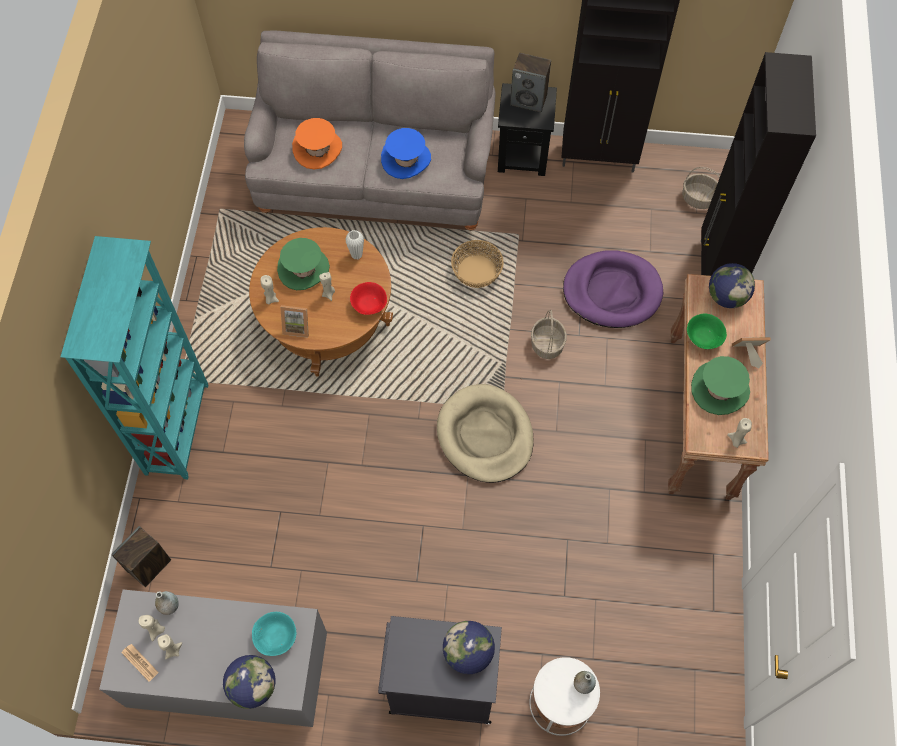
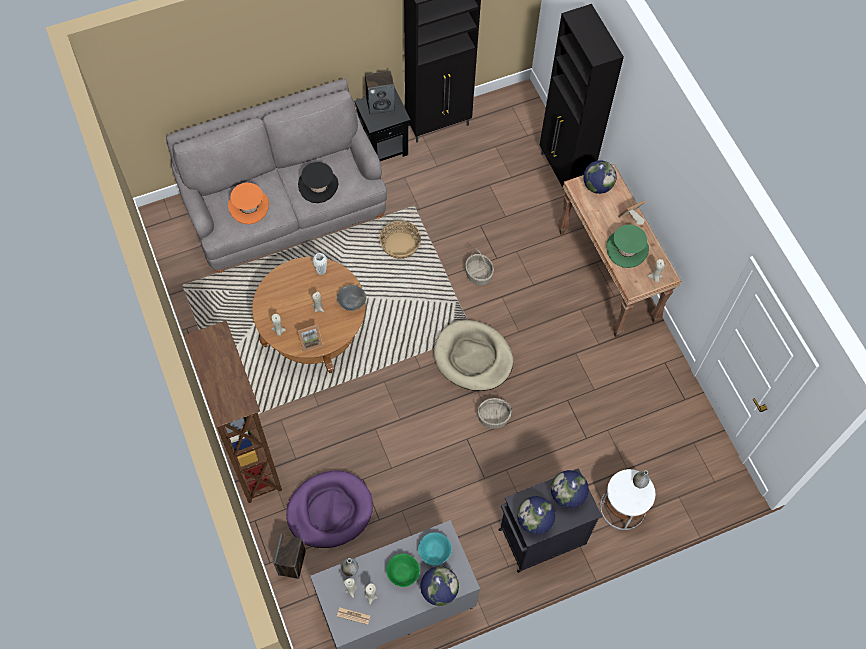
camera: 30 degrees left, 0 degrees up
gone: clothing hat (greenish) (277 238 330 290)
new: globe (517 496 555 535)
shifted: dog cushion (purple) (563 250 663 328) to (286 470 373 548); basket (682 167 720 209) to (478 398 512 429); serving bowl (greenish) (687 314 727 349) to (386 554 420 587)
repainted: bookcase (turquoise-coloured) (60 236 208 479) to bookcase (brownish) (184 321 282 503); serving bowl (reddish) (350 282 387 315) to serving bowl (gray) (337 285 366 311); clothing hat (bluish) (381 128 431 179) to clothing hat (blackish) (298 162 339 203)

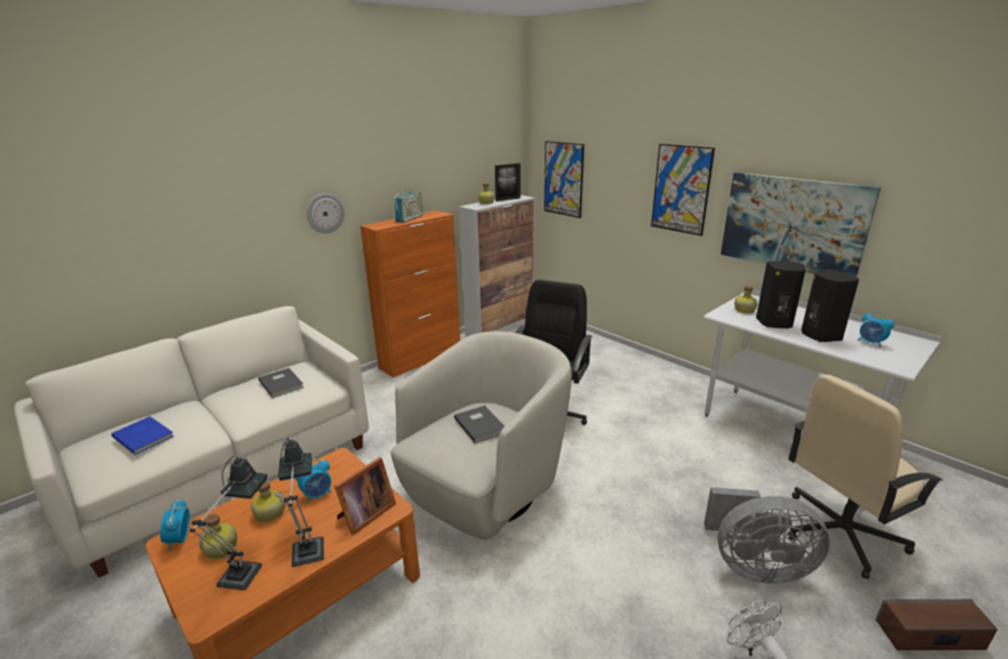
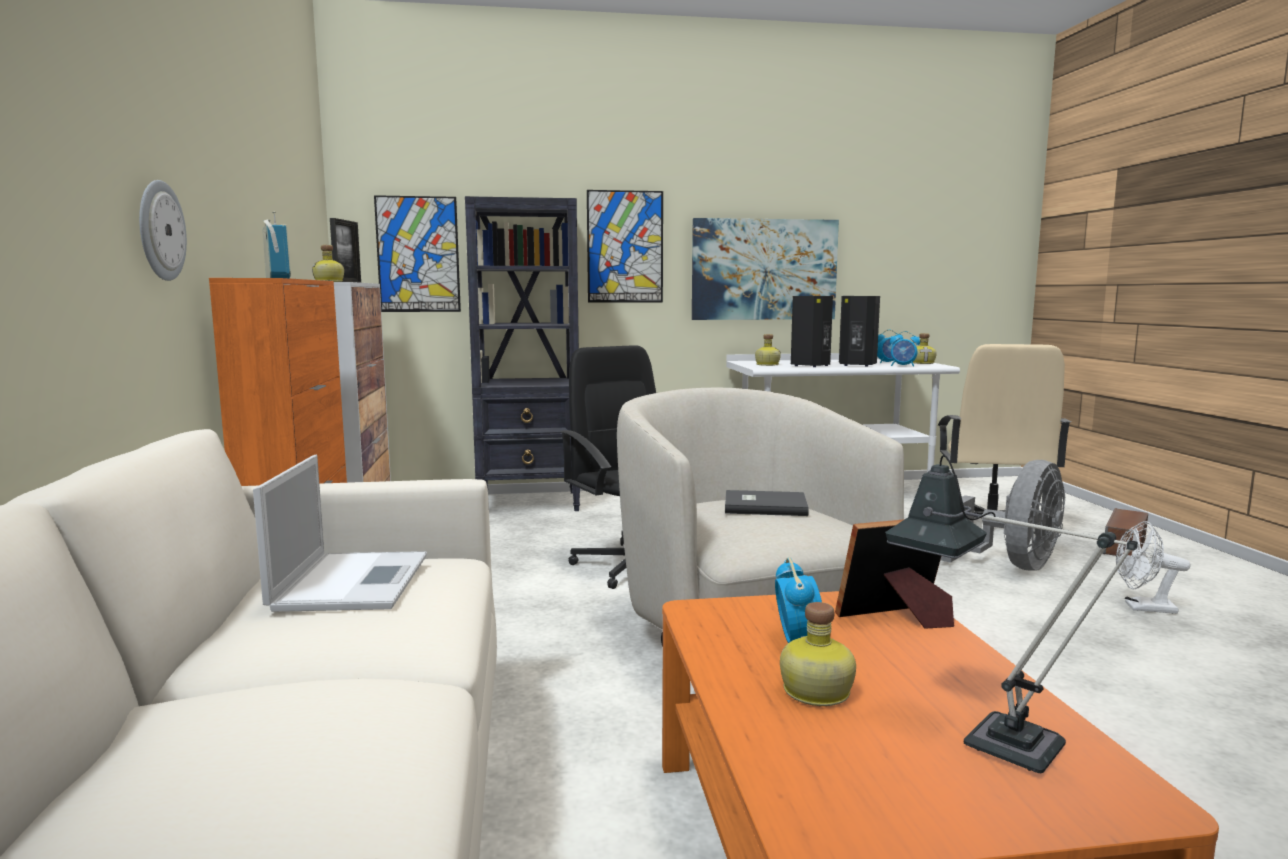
camera: 55 degrees left, 15 degrees down
gone: bound book (bluish) (111 416 174 455); table lamp (278 439 324 567)
new: bookcase (blackish) (465 196 580 511)
shifted: bedside clock (160 498 190 551) to (890 331 920 367); beverage bottle (199 514 237 559) to (913 333 937 364)
swapped: bound book (gray) (258 368 304 398) to portable computer (253 455 427 612)
rotated: standing frame (334 457 396 535) = (835 519 954 629) 90 degrees counterclockwise

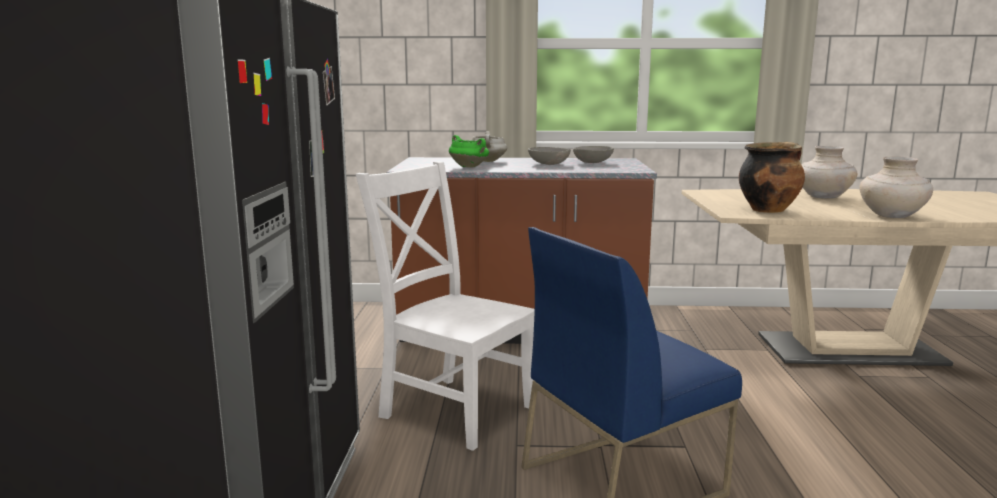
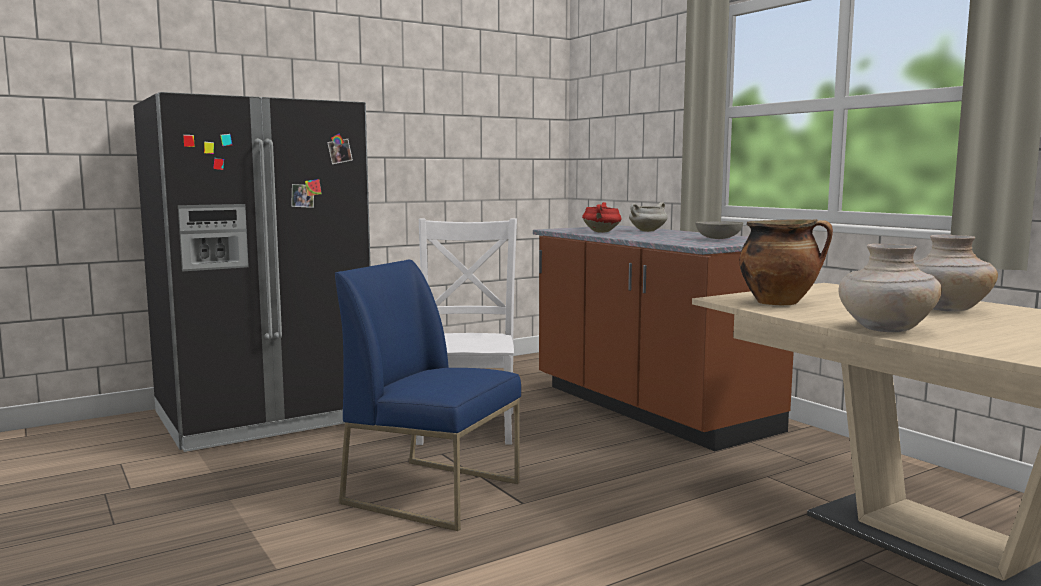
camera: 55 degrees right, 5 degrees down
gone: serving bowl (gray) (528 147 571 165)
repainted: saucepot (greenish) (449 135 489 168) to saucepot (reddish) (582 202 621 233)

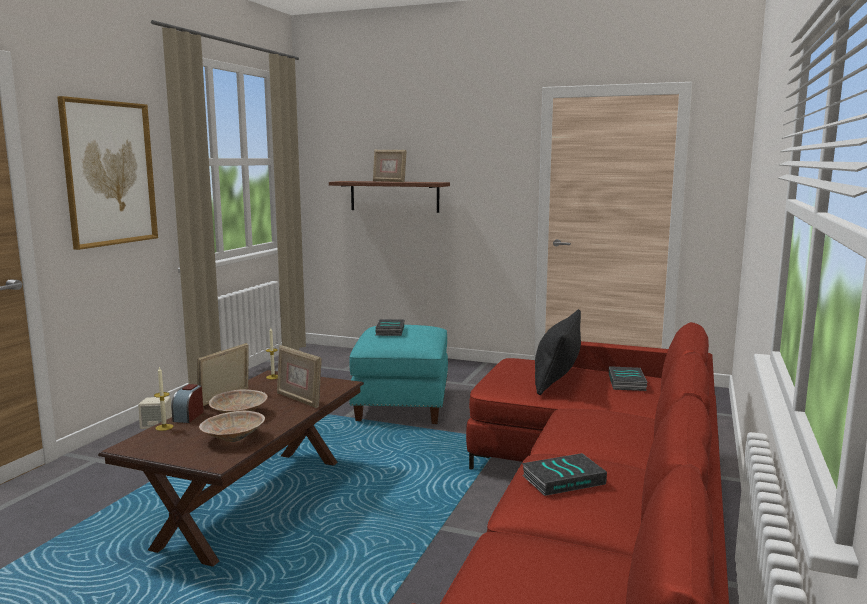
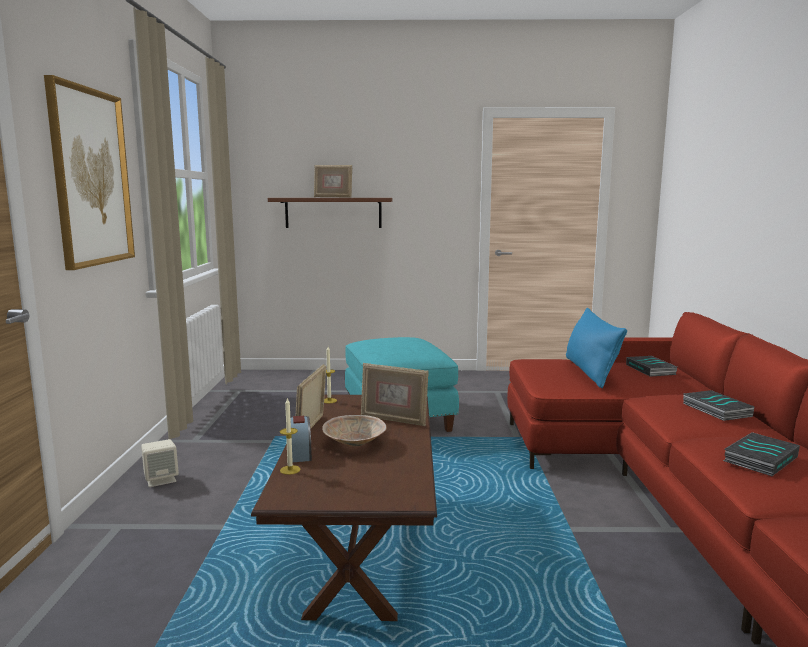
camera: 20 degrees left, 0 degrees up
gone: serving bowl (sand-coloured) (199 411 265 442)
shifted: bound book (375 319 404 336) to (683 390 754 421)
repainted: throw pillow (blackish) (535 309 581 395) to throw pillow (bluish) (566 308 627 388)

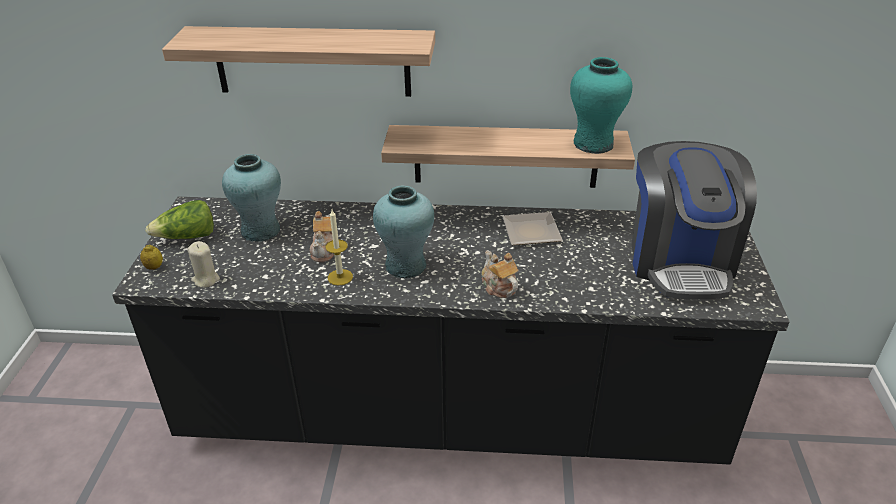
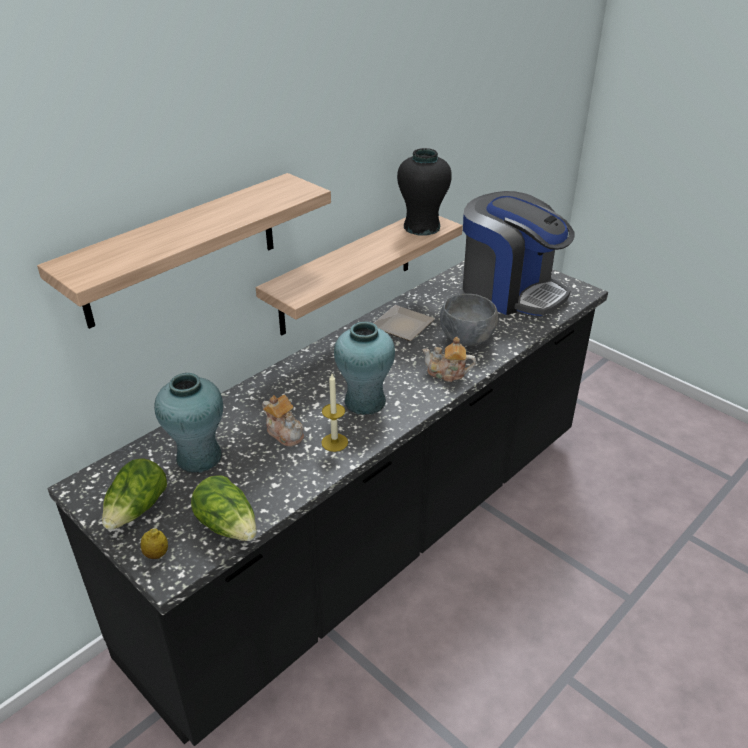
camera: 50 degrees left, 0 degrees up
new: serving bowl (gray) (440 294 498 346)
swapped: candle (sand-coloured) (187 241 220 288) to head of lettuce (191 475 257 541)
repainted: vase (turquoise-coloured) (570 57 632 154) to vase (blackish) (397 148 452 236)

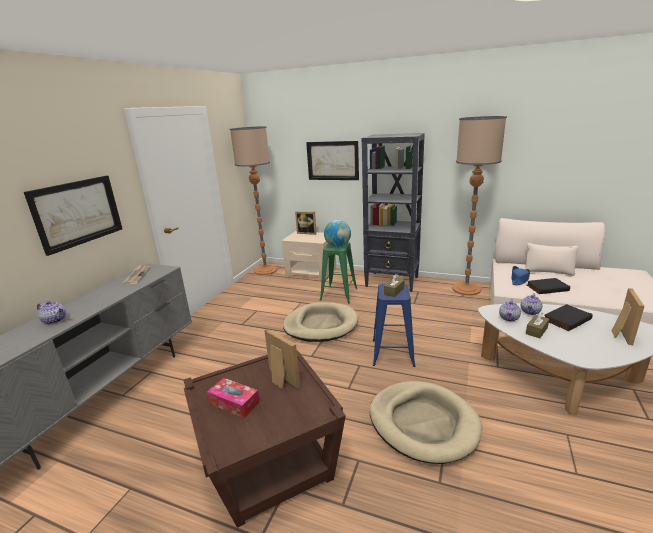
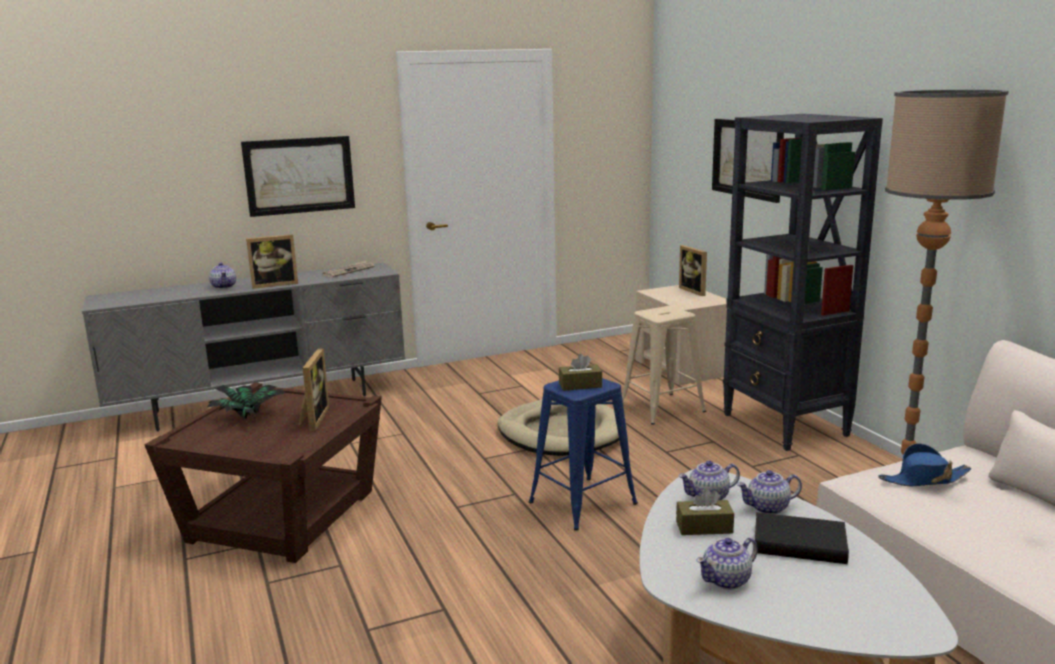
camera: 45 degrees right, 5 degrees down
gone: standard lamp (230 126 277 275); globe (324 220 351 247); dog cushion (sand-coloured) (369 381 482 464); bound book (blackish) (527 278 570 294)
new: pot for tea (696 538 758 590)
shifted: standing frame (612 288 644 345) to (246 234 298 289)
swapped: tissue holder (207 378 260 418) to houseplant (207 385 286 420)
repainted: stool (greenish) (320 242 357 303) to stool (sand-coloured) (622 306 706 425)

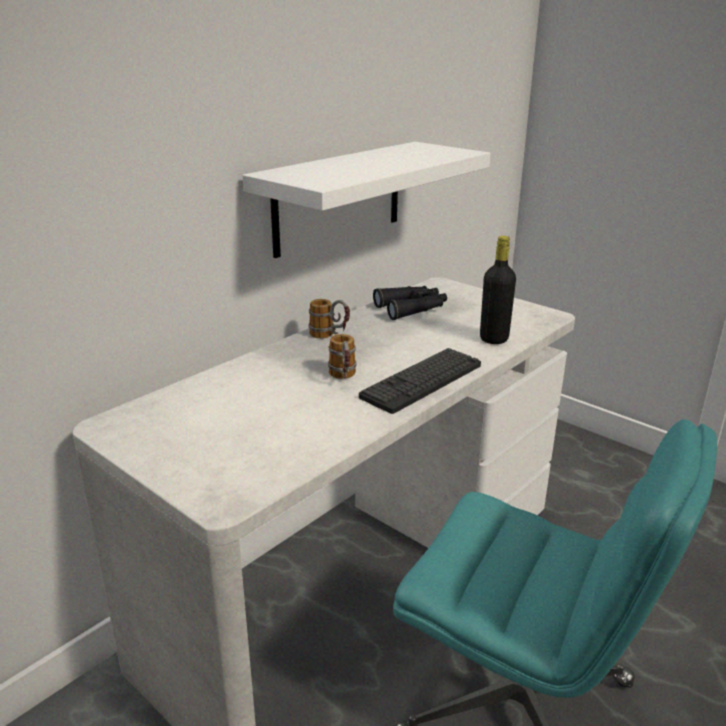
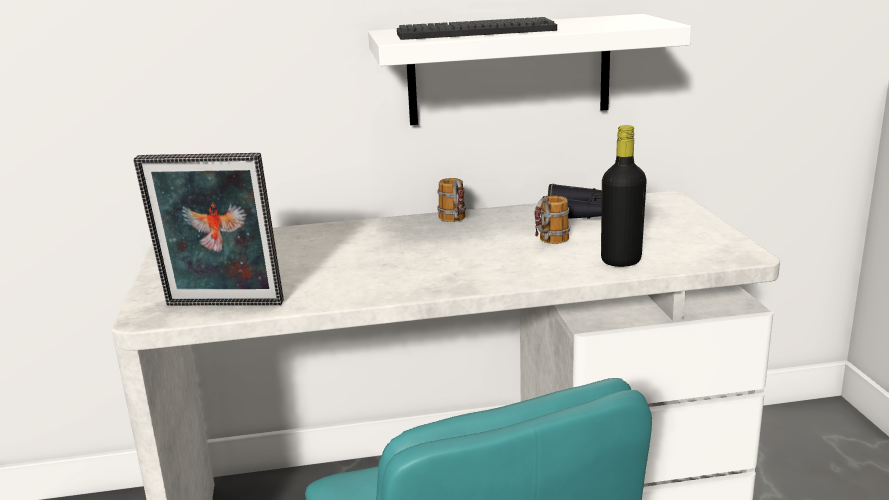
camera: 40 degrees right, 5 degrees down
new: standing frame (133 153 284 306)
shifted: mug (328 334 357 379) to (534 196 570 244); PC keyboard (359 348 481 414) to (397 17 557 40)

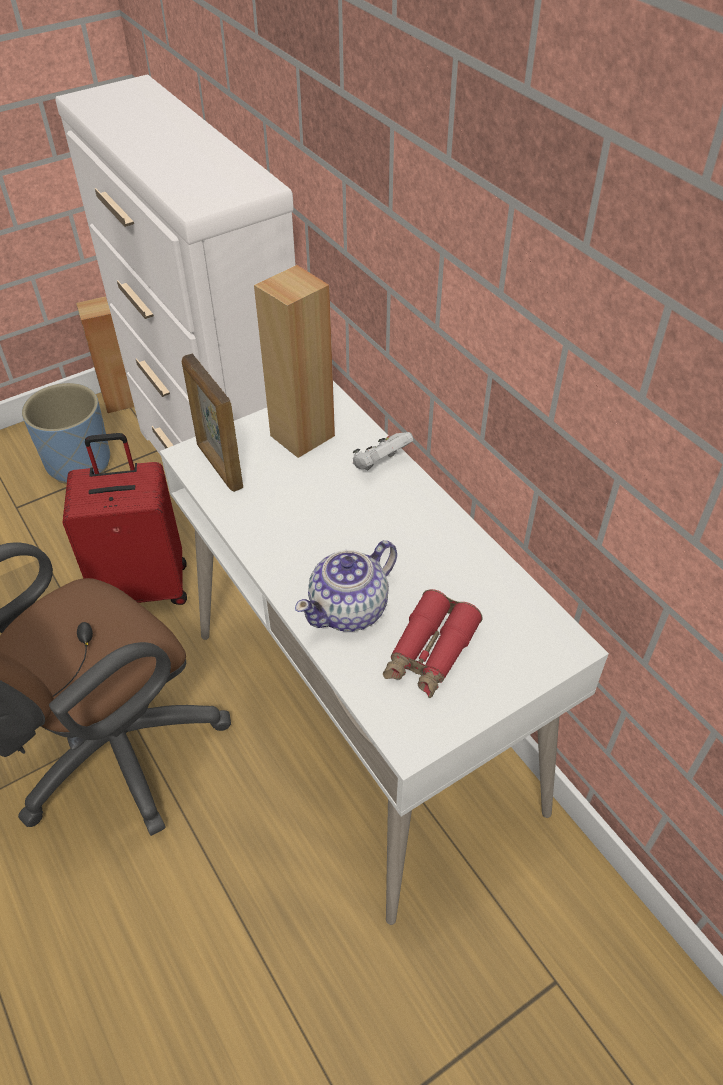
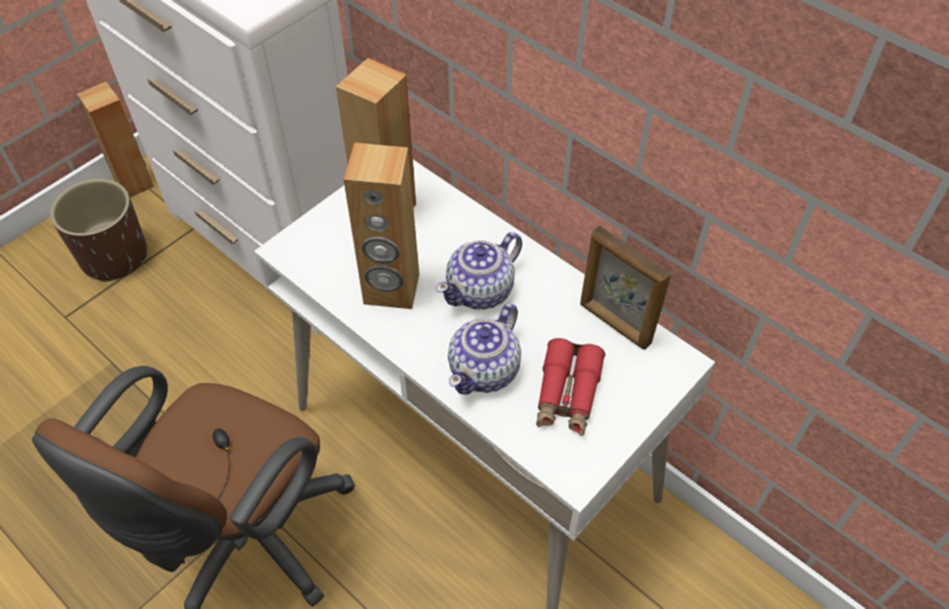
camera: 15 degrees left, 5 degrees up
gone: suitcase (reddish) (62 433 187 605); gamepad (white-coloured) (353 432 414 471)
new: loudspeaker (brownish) (343 143 419 309); pot for tea (436 232 522 310)
shifted: standing frame (182 354 243 492) to (580 225 671 350)
repainted: flower pot (bluish) (22 383 110 483) to flower pot (brownish) (50 179 147 282)

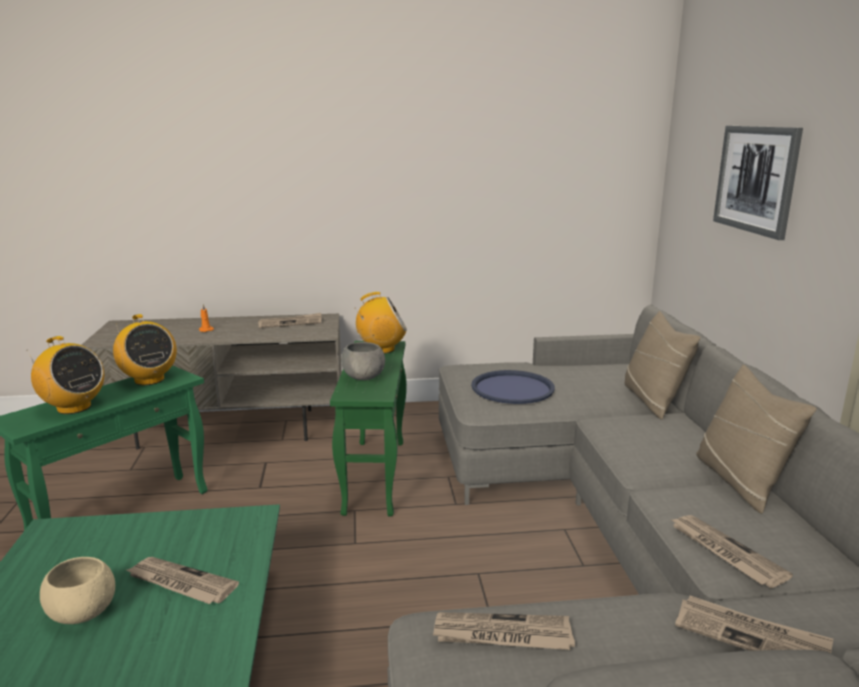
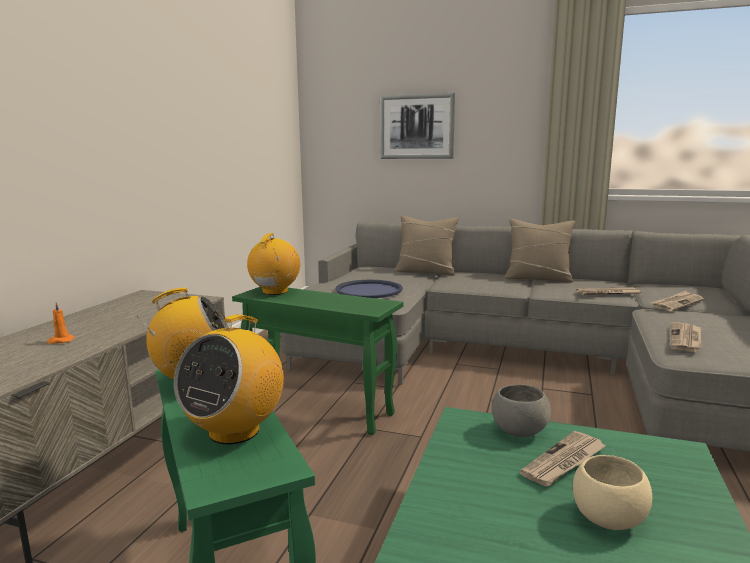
camera: 65 degrees left, 5 degrees down
gone: daily paper (258 313 322 328)
shifted: serving bowl (gray) (341 342 385 380) to (492 384 551 437)
rotated: radio (27 336 104 414) = (174 315 284 444) 150 degrees clockwise

